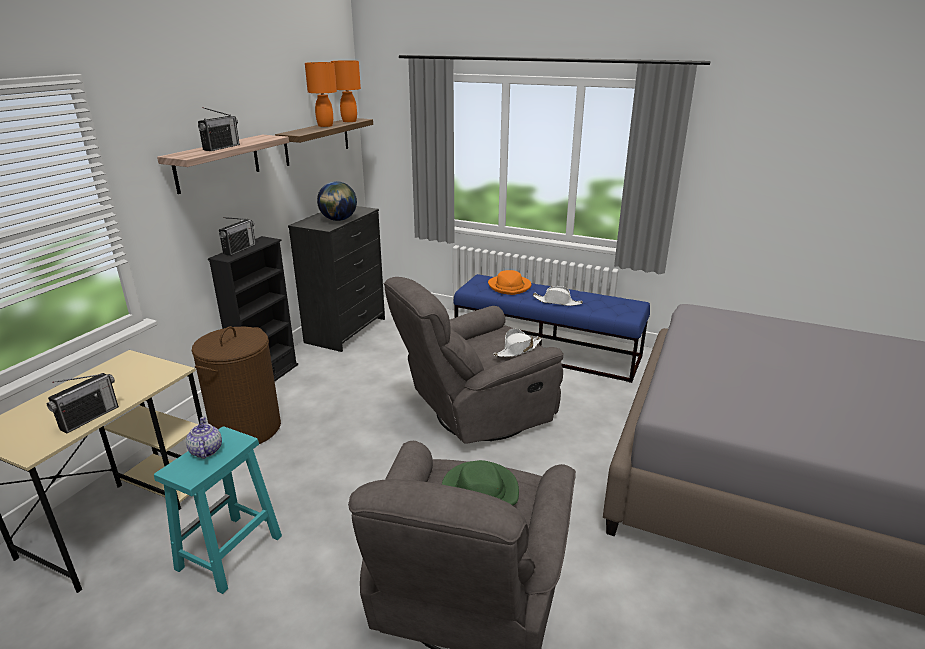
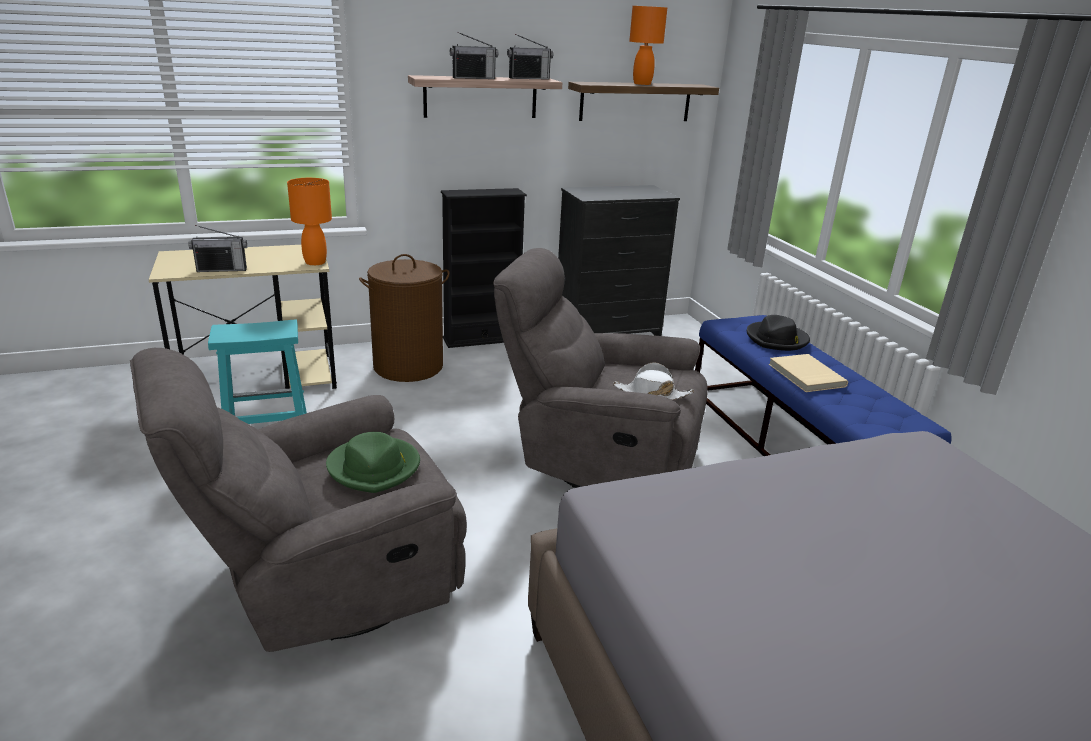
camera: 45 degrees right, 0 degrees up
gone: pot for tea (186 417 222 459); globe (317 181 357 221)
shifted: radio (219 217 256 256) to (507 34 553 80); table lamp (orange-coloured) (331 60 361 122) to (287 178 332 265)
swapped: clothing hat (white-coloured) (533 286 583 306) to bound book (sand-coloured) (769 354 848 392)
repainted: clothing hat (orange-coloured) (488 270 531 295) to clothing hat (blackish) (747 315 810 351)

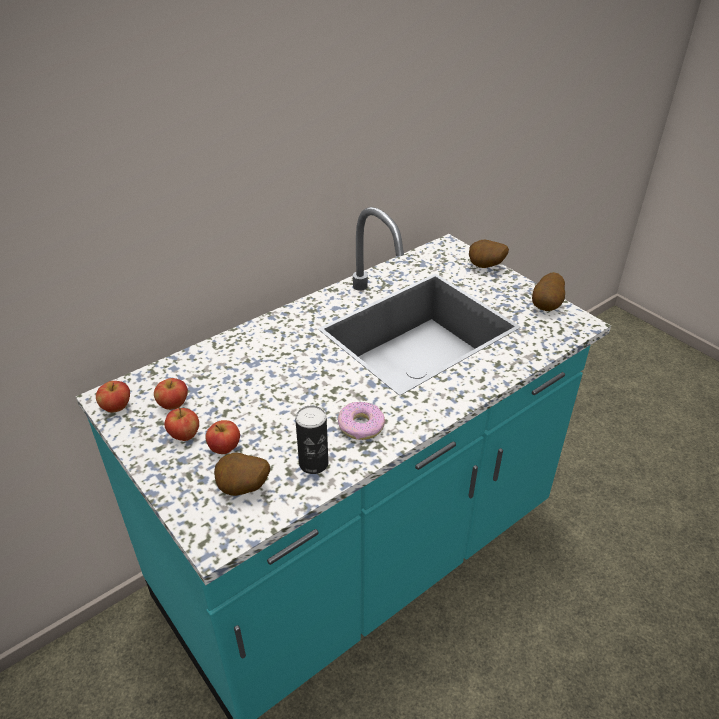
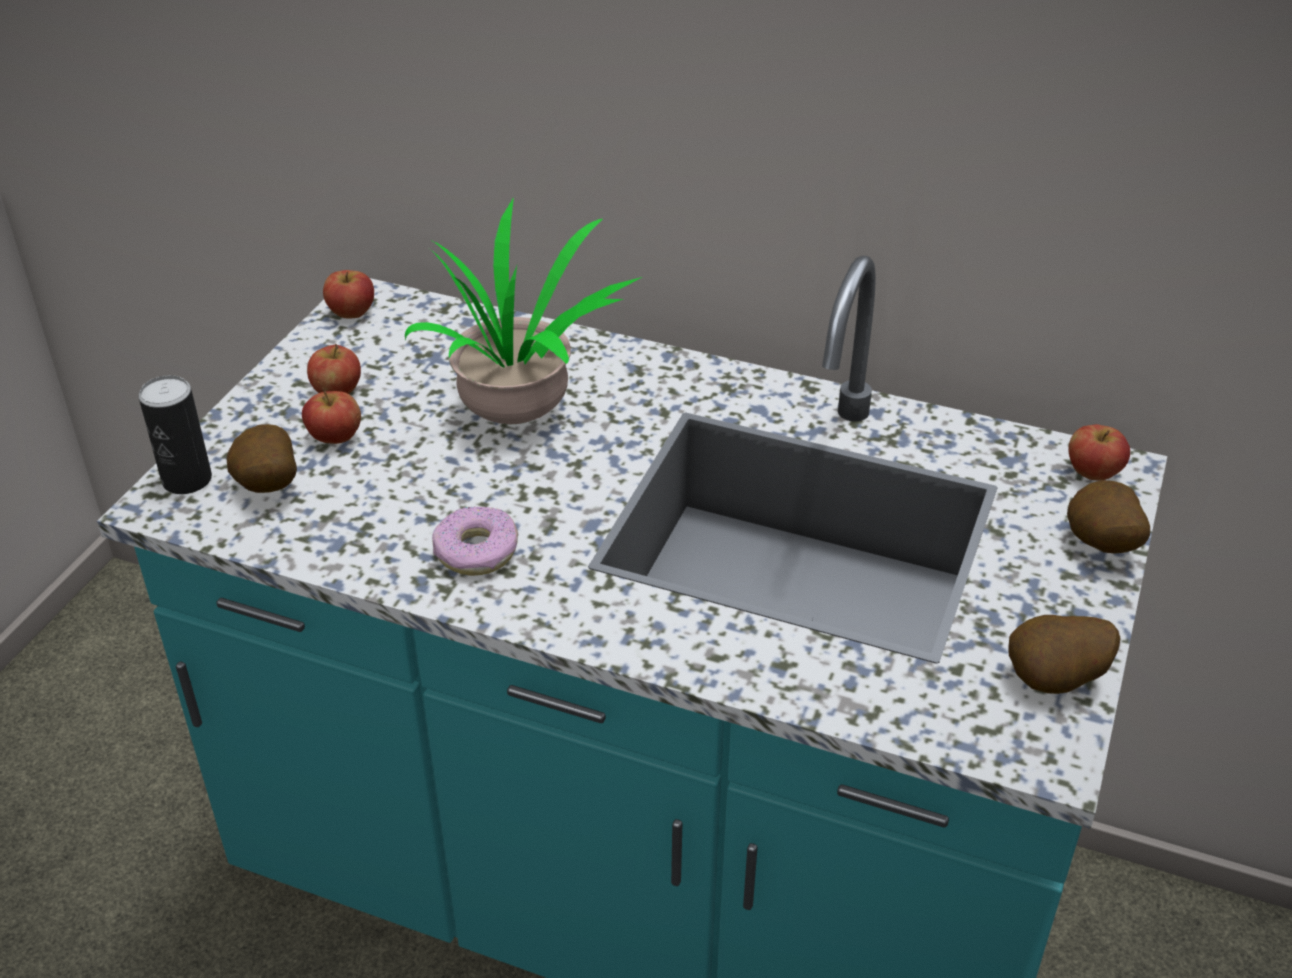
camera: 60 degrees right, 0 degrees up
new: houseplant (405 197 642 424)
shifted: apple fruit (154 378 188 410) to (1068 424 1130 481); can (295 405 328 474) to (138 375 212 494)

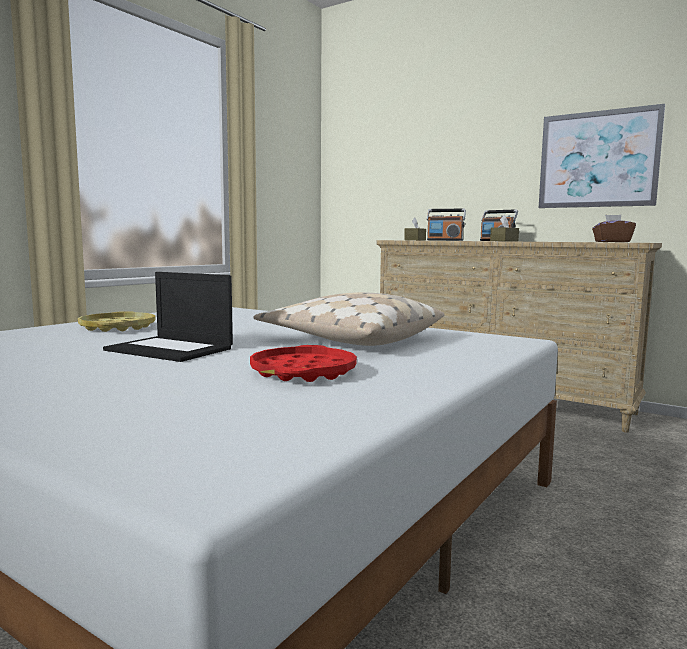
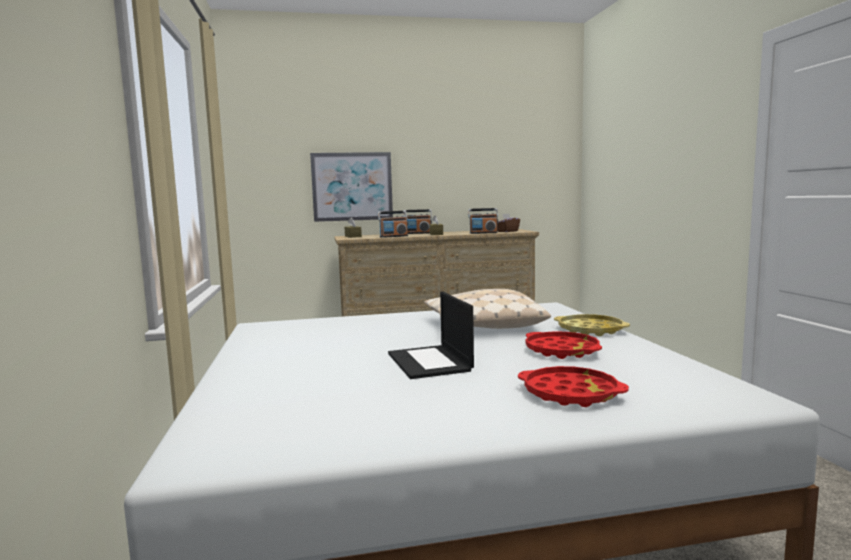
camera: 45 degrees left, 0 degrees up
new: radio (468 208 498 234); serving tray (reddish) (518 366 629 407)
shifted: serving tray (yellow-coloured) (78 311 156 332) to (554 314 630 336); wall art (539 104 665 208) to (310 152 393 222)
rotated: portable computer (103 272 233 362) = (388 291 474 379) 90 degrees clockwise

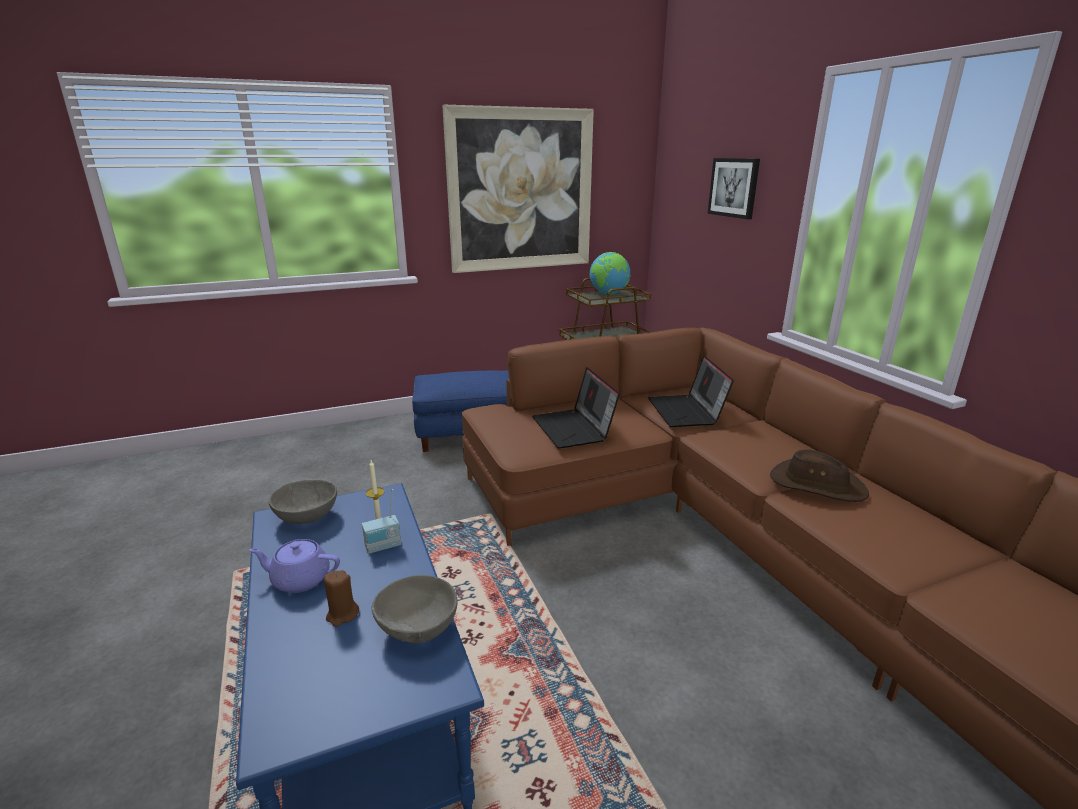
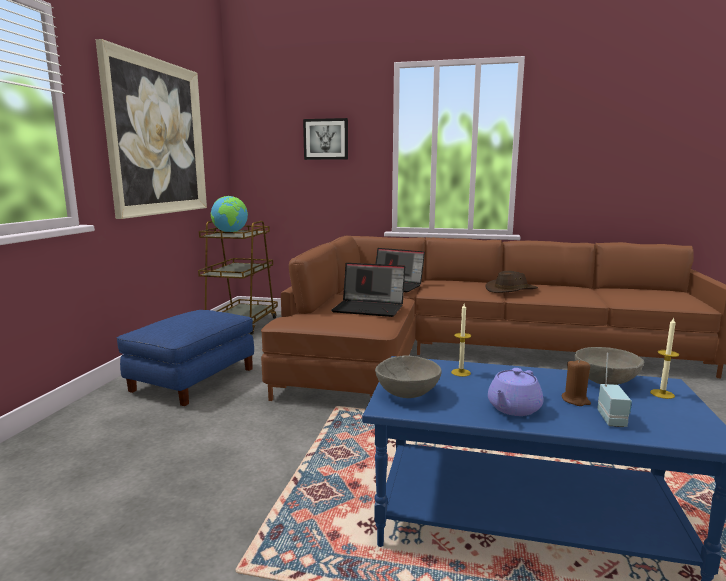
camera: 55 degrees left, 10 degrees down
new: candle (650 317 679 399)
shifted: radio (362 489 401 554) to (597 353 632 427)

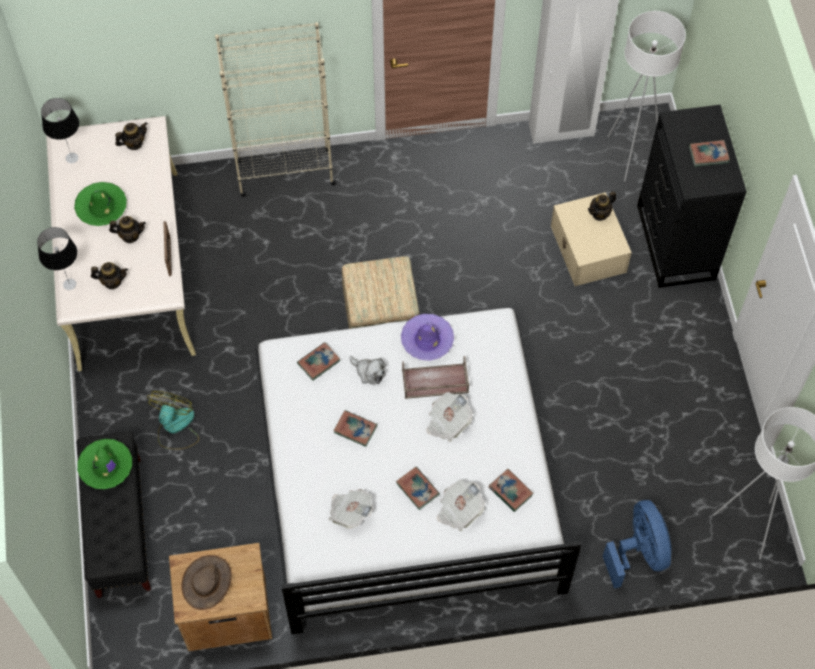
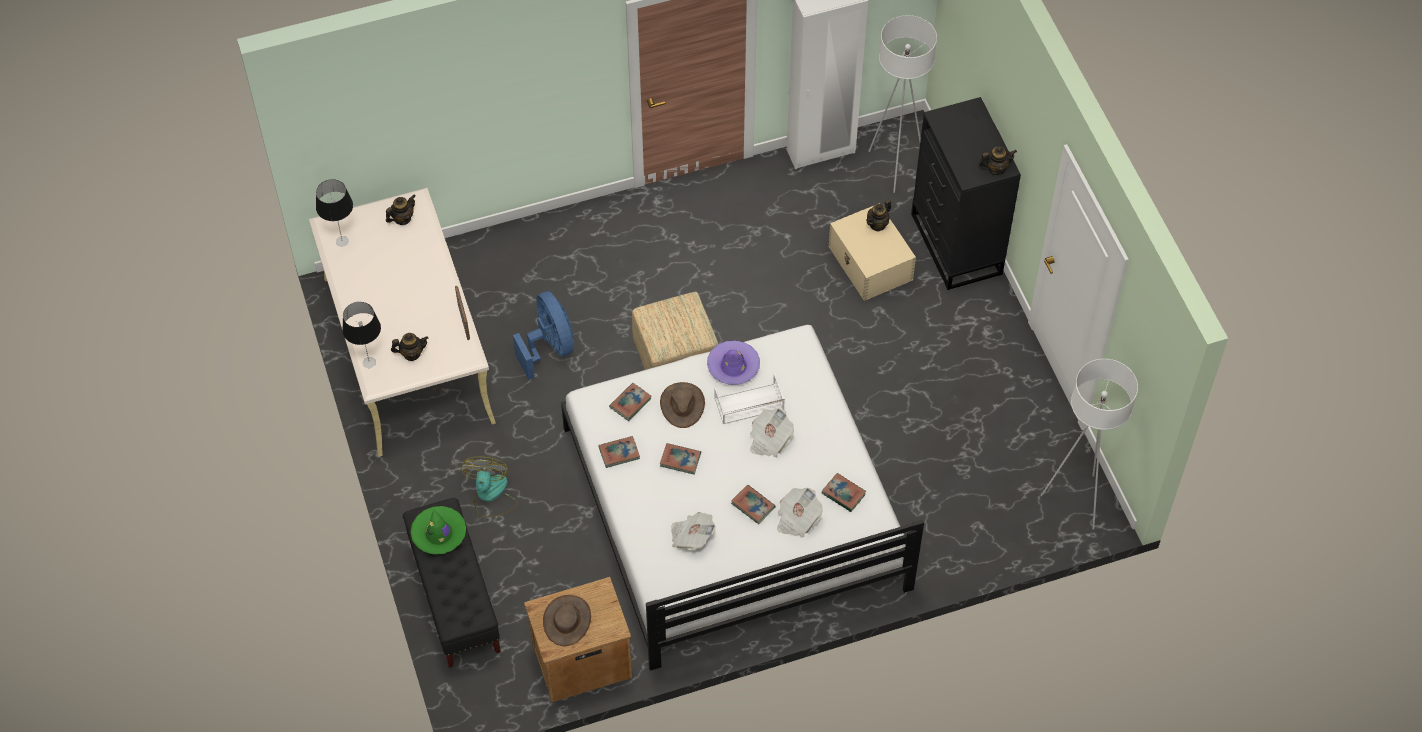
camera: 10 degrees left, 5 degrees down
gone: clothing hat (greenish) (74 182 127 226); bookcase (sand-coloured) (215 22 336 197)
shifted: pot for tea (109 216 146 243) to (979 146 1017 175); cooling fan (bluish) (603 500 672 589) to (513 291 574 380); bound book (689 140 730 167) to (599 436 640 468)
swapped: cuddly toy (349 356 386 385) to clothing hat (brownish) (660 382 705 428)
repainted: serving tray (brownish) (402 356 469 399) to serving tray (white-coloured) (714 374 785 424)

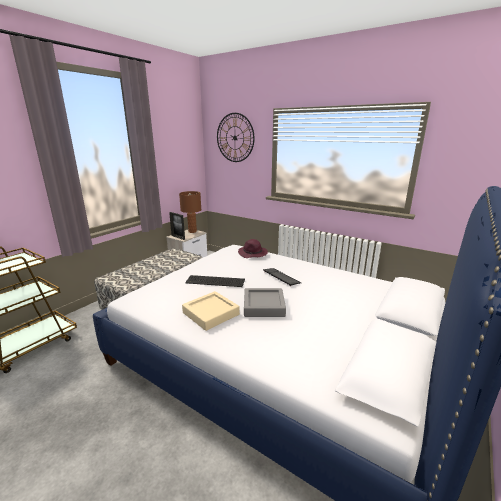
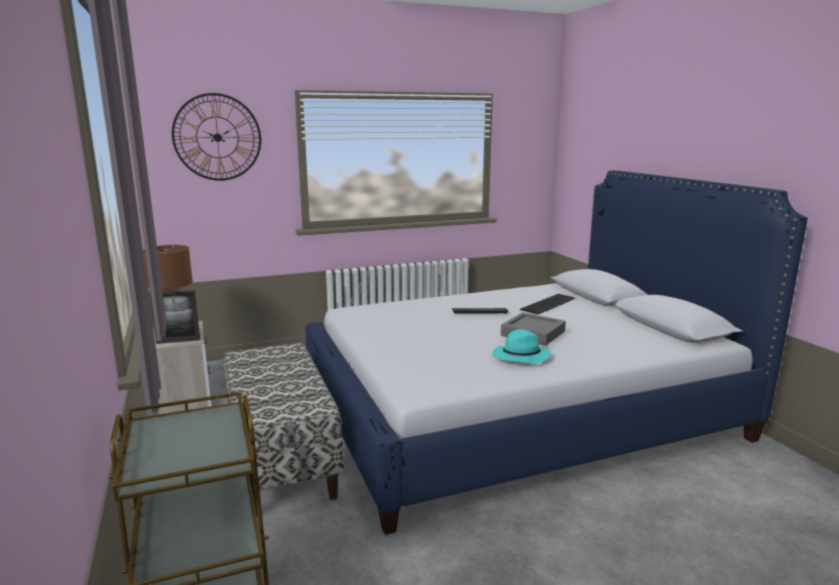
camera: 55 degrees left, 5 degrees down
gone: clothing hat (purple) (238 239 268 258)
shifted: PC keyboard (186 275 245 287) to (520 294 575 314)
swapped: serving tray (sand-coloured) (182 291 240 331) to clothing hat (turquoise-coloured) (492 329 551 365)

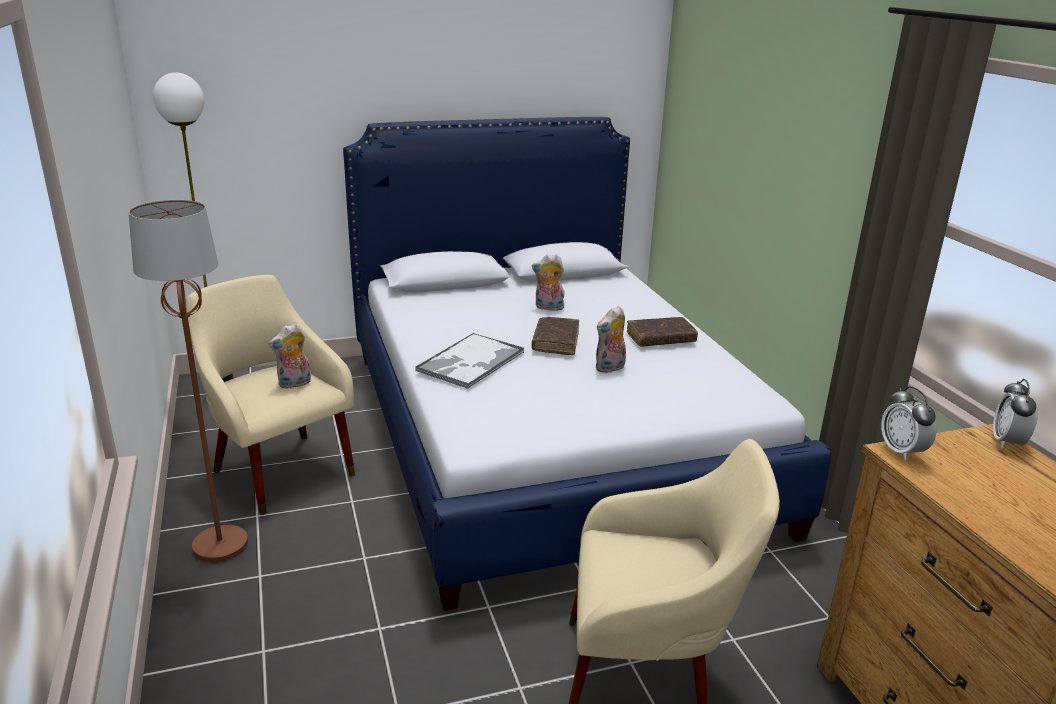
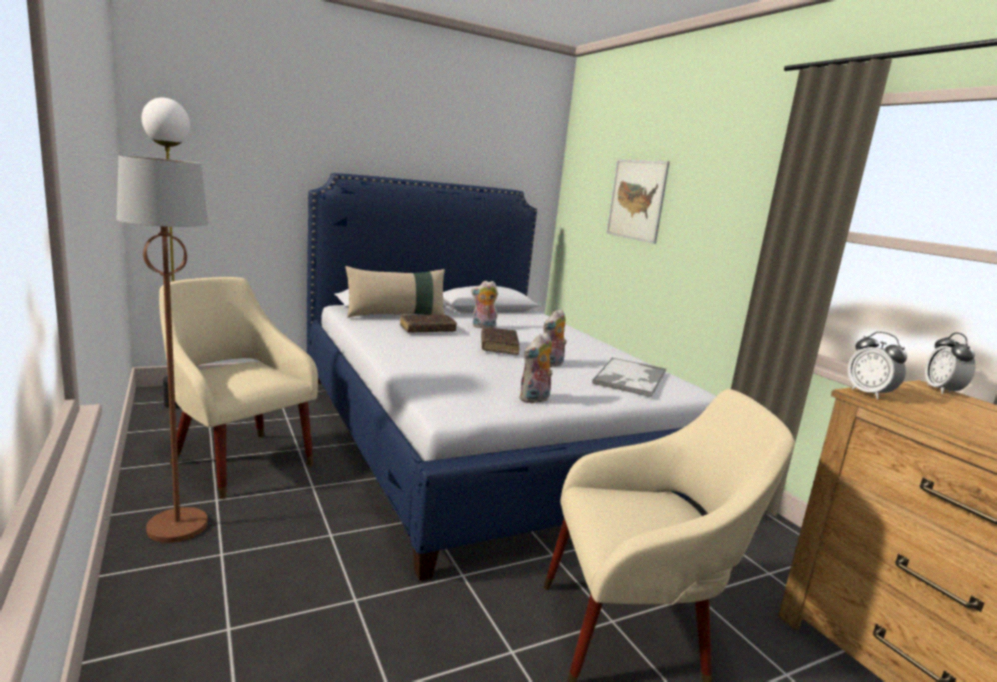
camera: 10 degrees left, 10 degrees down
new: throw pillow (sand-coloured) (345 266 445 318); wall art (606 159 670 244)
shifted: cuddly toy (268 323 311 389) to (519 332 553 404); serving tray (415 333 524 389) to (592 358 666 397); bound book (brownish) (627 317 698 346) to (400 315 457 333)

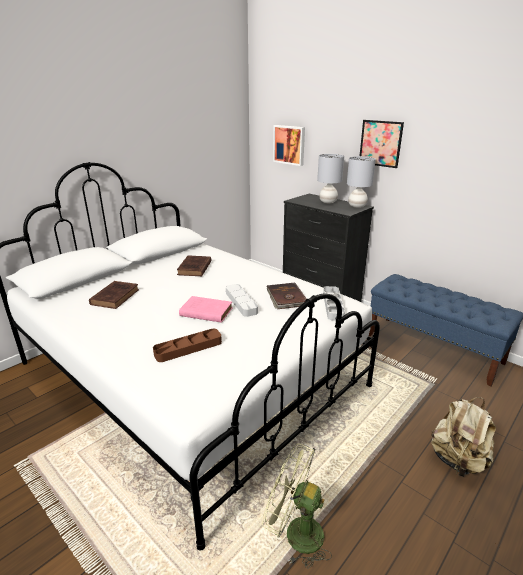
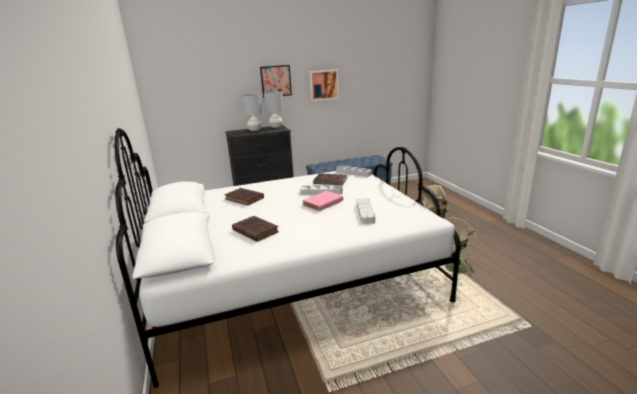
camera: 60 degrees left, 5 degrees down
shifted: wall art (273 125 305 166) to (309 70 339 101)
repainted: serving tray (brownish) (153 329 222 362) to serving tray (gray) (357 198 375 224)

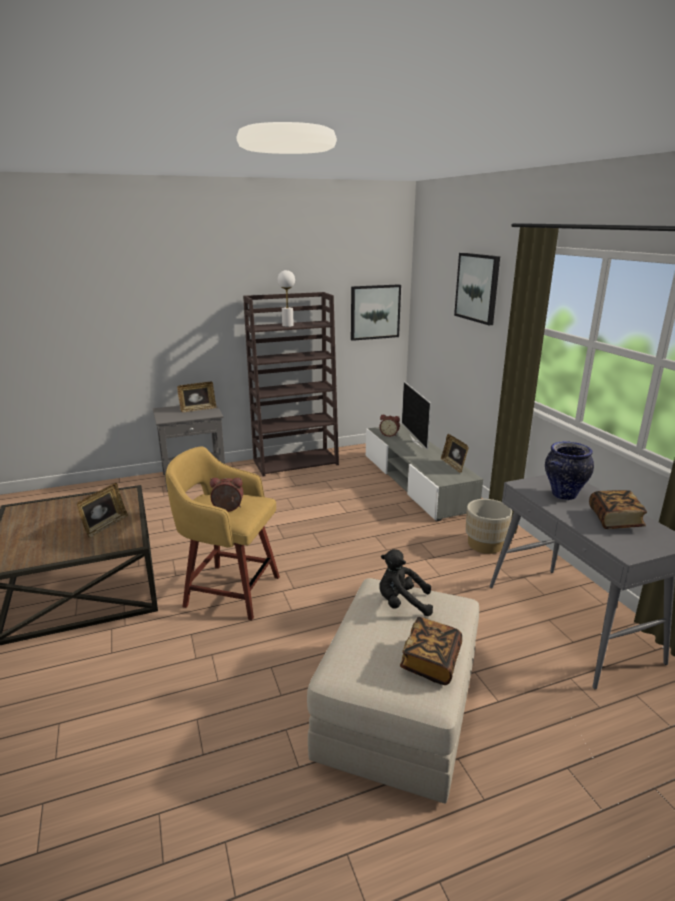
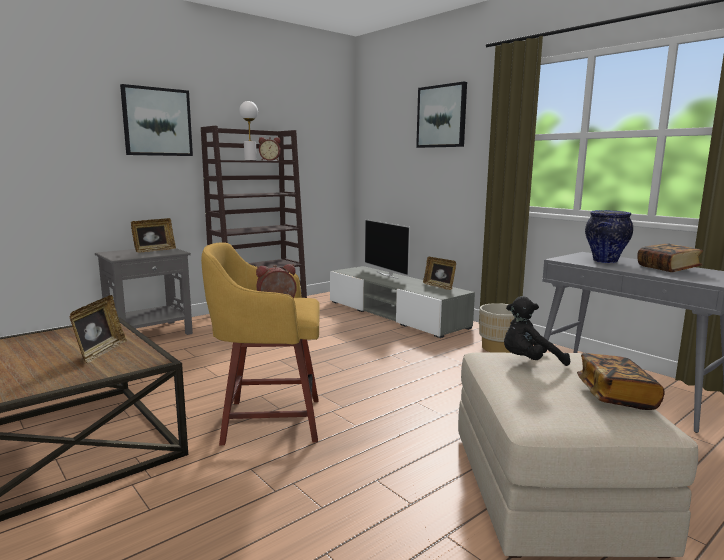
camera: 20 degrees left, 10 degrees down
shifted: wall art (351 284 401 341) to (120 84 193 156); bedside clock (379 415 400 437) to (259 137 281 161)

